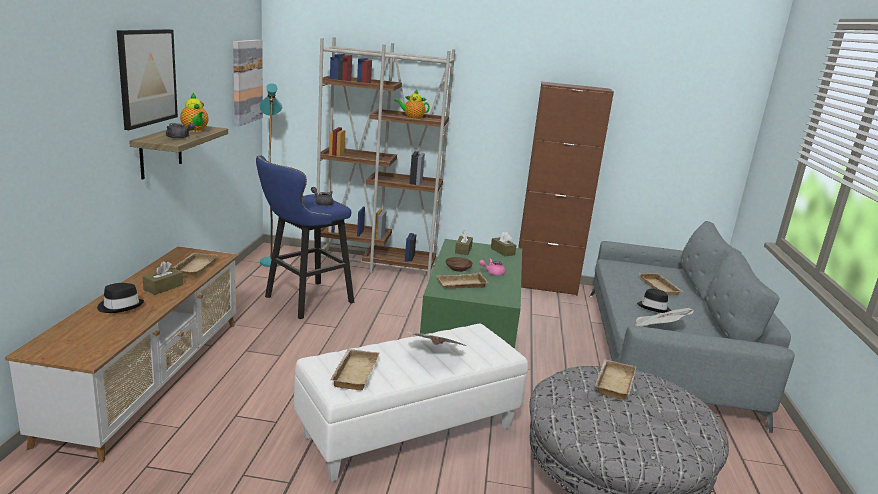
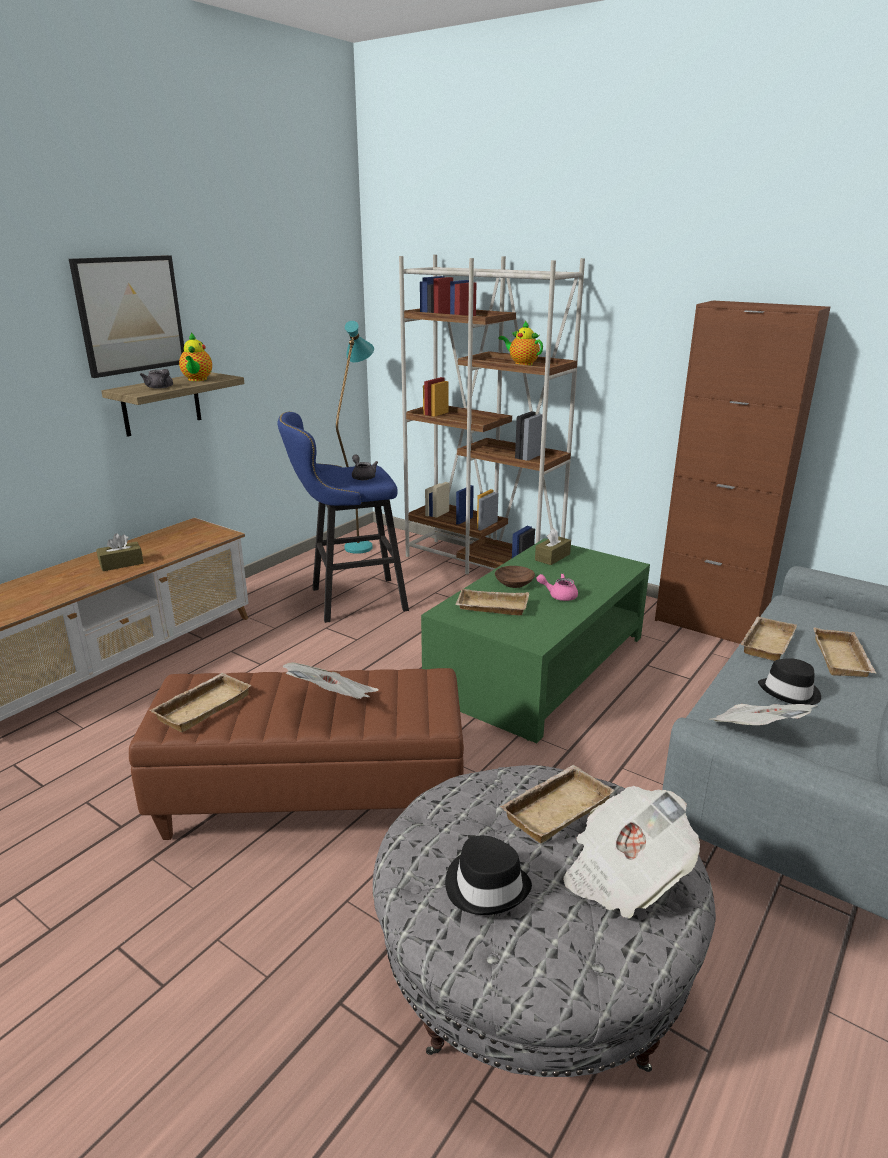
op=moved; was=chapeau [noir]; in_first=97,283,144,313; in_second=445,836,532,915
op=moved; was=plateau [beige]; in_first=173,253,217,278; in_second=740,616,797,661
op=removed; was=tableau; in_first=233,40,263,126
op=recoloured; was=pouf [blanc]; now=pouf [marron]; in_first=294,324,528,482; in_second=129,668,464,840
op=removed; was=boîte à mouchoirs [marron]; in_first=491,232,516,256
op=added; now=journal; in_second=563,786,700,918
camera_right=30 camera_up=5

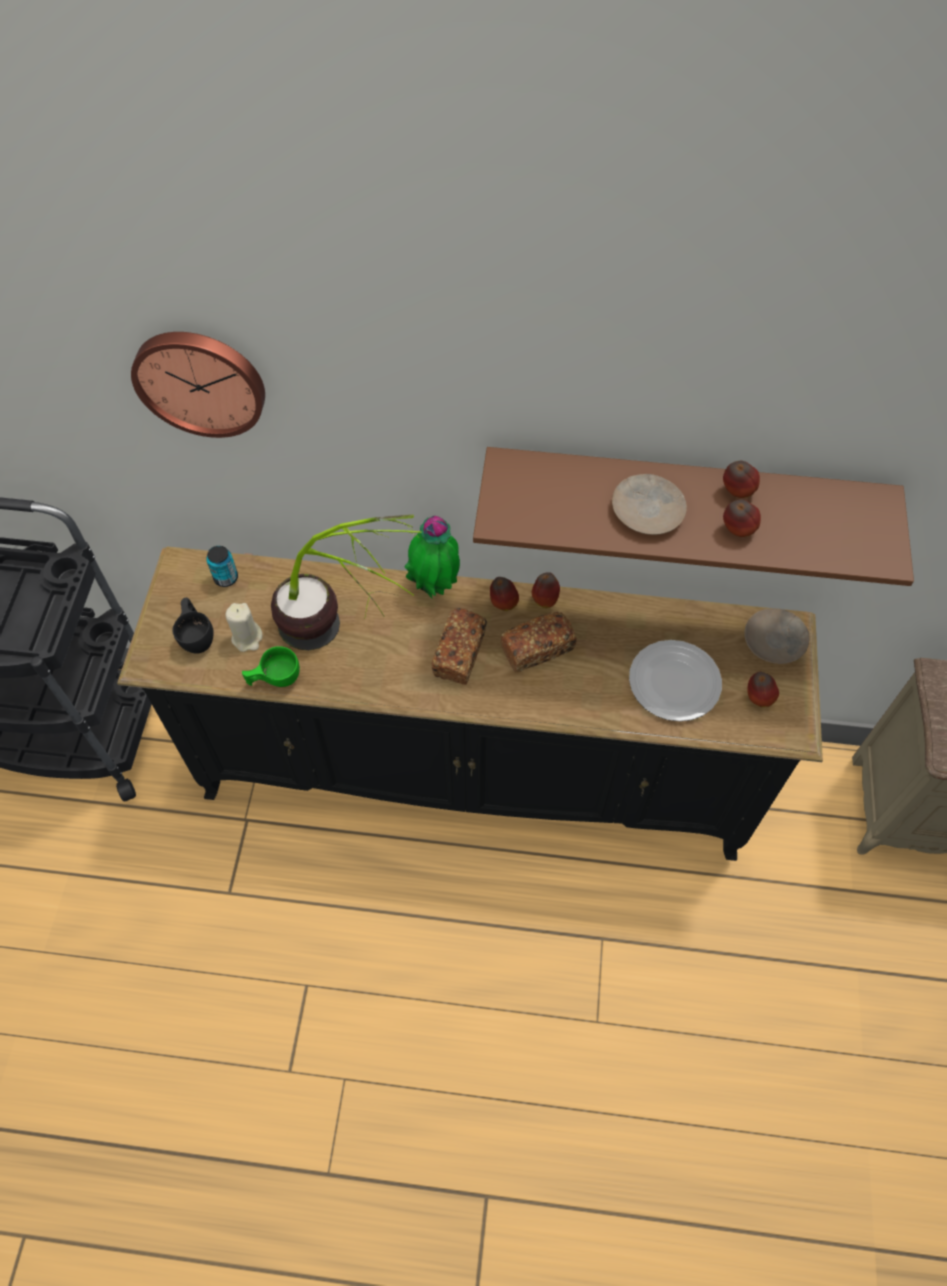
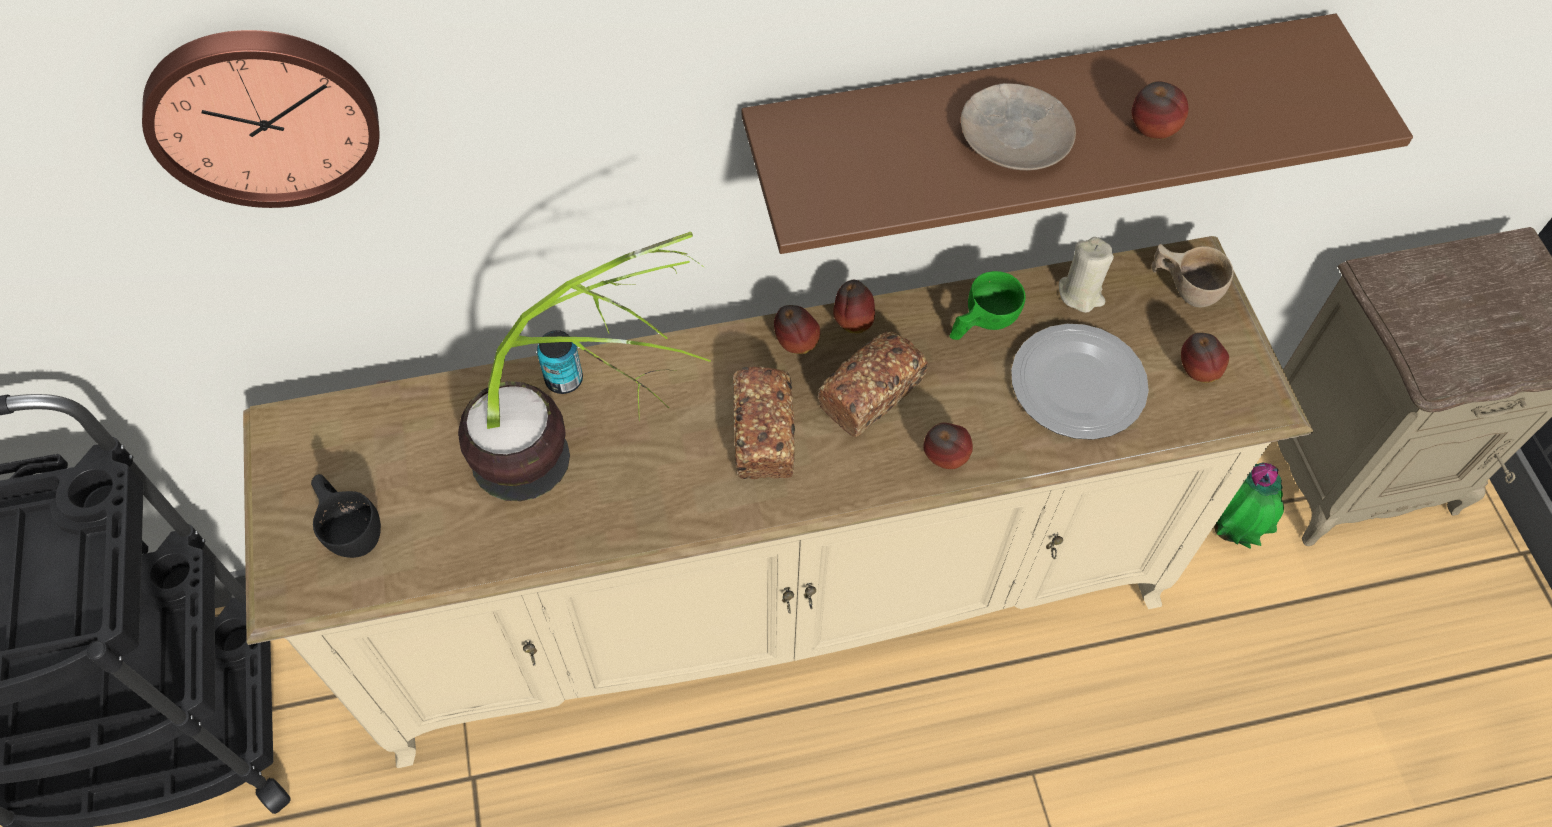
op=recoloured; was=meuble de rangement [noir]; now=meuble de rangement [beige]; in_first=117,546,823,861; in_second=243,236,1313,768
op=moved; was=boîte métallique; in_first=206,546,238,587; in_second=537,330,583,394
op=moved; was=bougie [beige]; in_first=226,603,263,652; in_second=1059,237,1114,313
op=moved; was=tasse [vert]; in_first=242,646,300,687; in_second=949,271,1025,340
op=moved; was=plante en pot; in_first=404,516,460,599; in_second=1214,463,1284,549
op=moved; was=pomme; in_first=723,461,760,498; in_second=923,423,973,469
op=replaced; was=assiette [beige]; now=tasse [beige]; in_first=744,608,809,664; in_second=1152,244,1234,307
camera_right=-20 camera_up=0

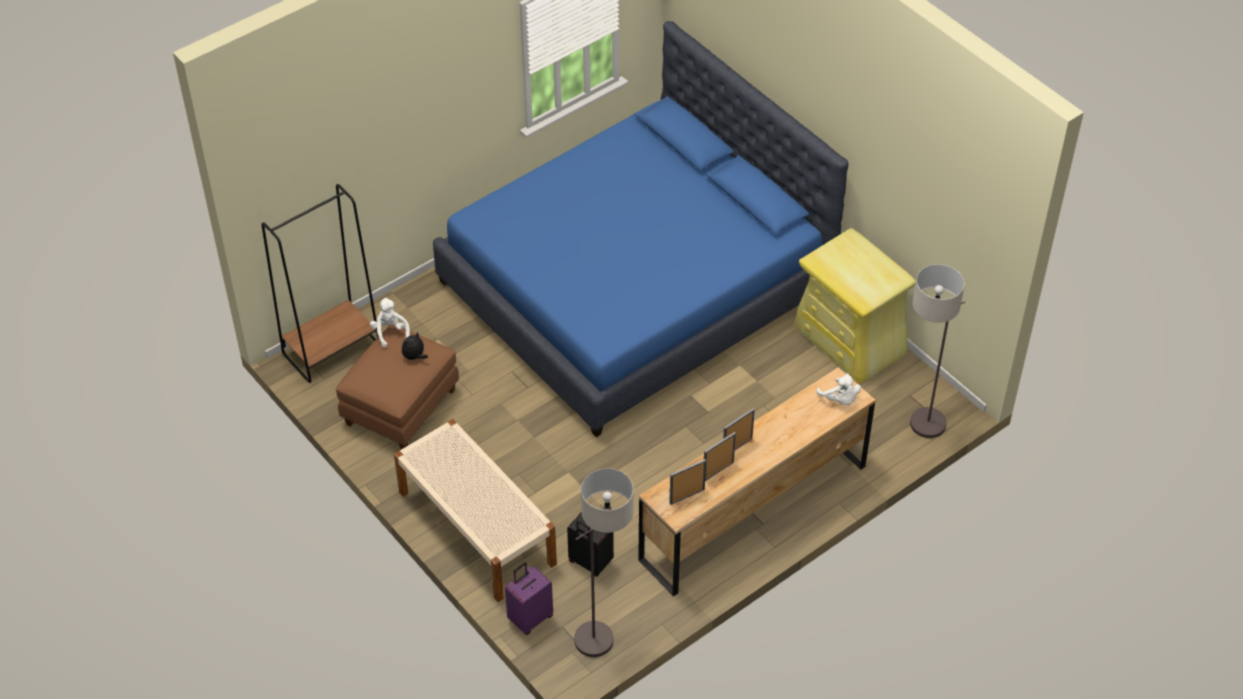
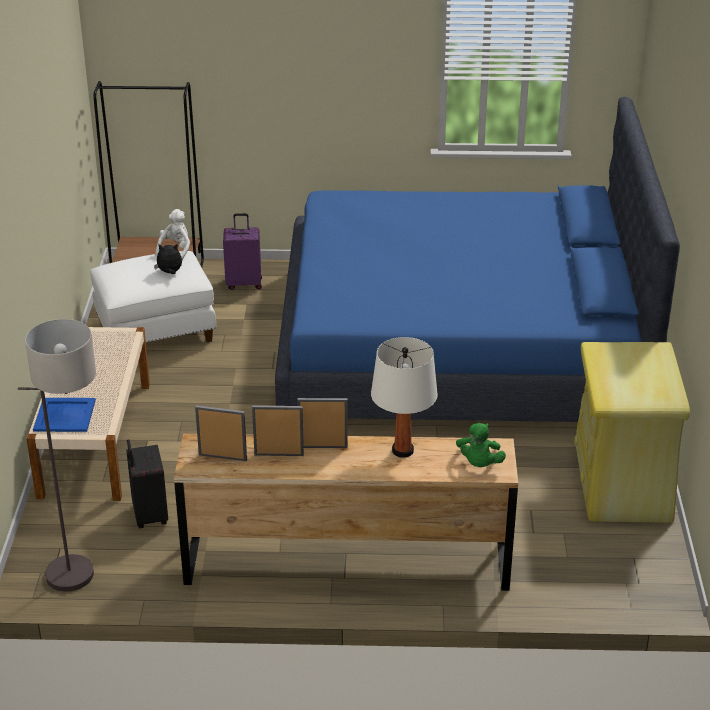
op=recoloured; was=pouf [marron]; now=pouf [blanc]; in_first=336,324,459,450; in_second=90,251,216,354
op=moved; was=valise [violet]; in_first=505,562,553,635; in_second=223,213,262,290
op=recoloured; was=peluche [blanc]; now=peluche [vert]; in_first=816,373,861,405; in_second=456,423,506,467
op=removed; was=lampadaire [gris]; in_first=910,264,965,438
op=added; now=plateau [bleu]; in_second=33,398,96,432
op=added; now=lampe de table [blanc]; in_second=371,337,437,458
camera_right=40 camera_up=-15

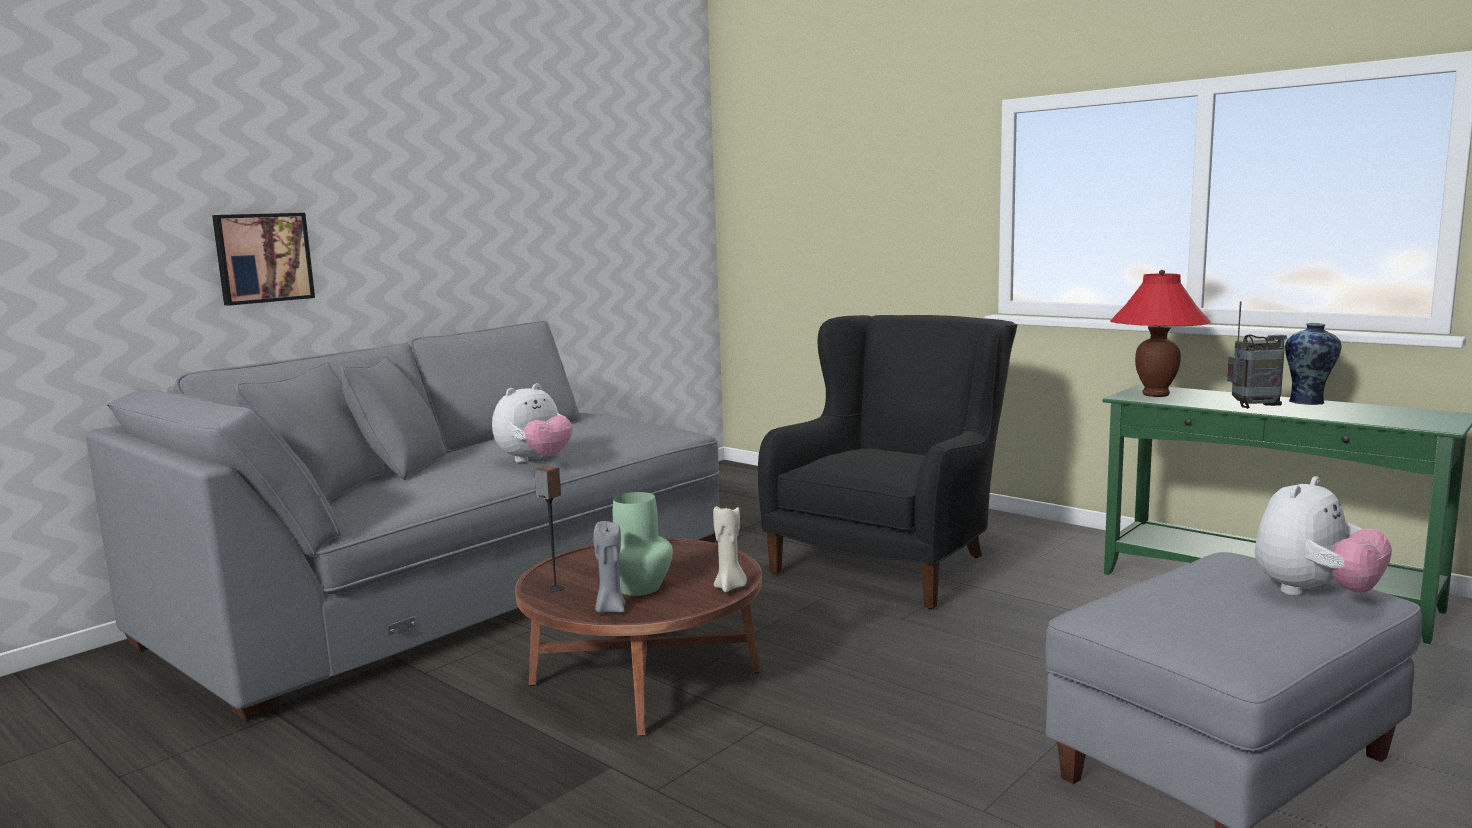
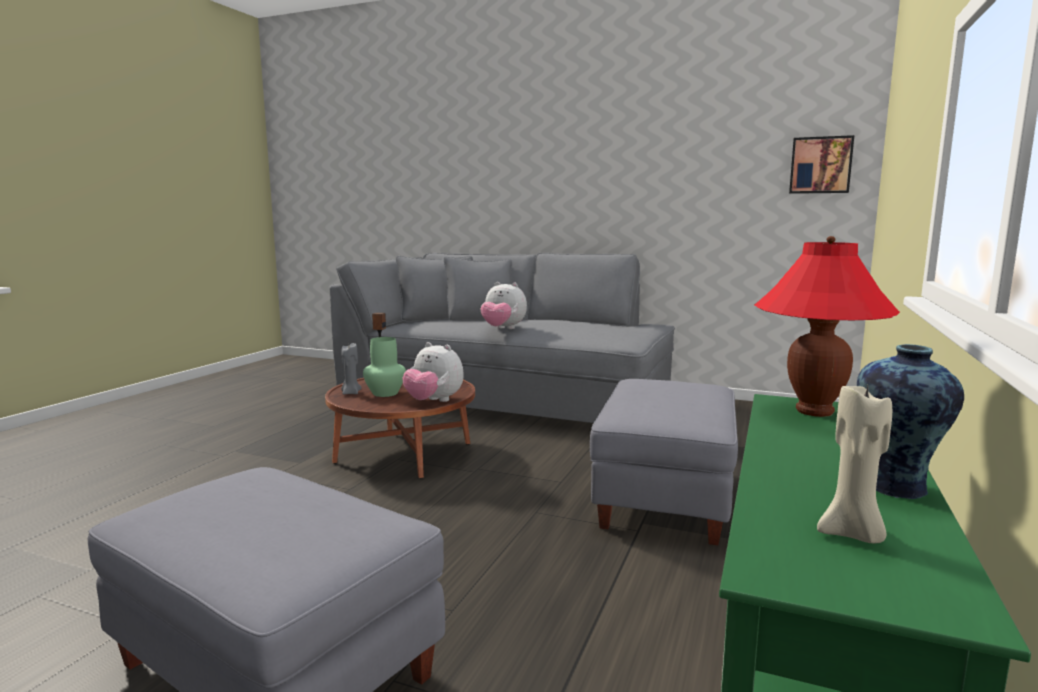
op=moved; was=tableau; in_first=212,213,315,306; in_second=789,135,854,194
op=moved; was=bougie [beige]; in_first=713,505,747,592; in_second=817,385,892,543
op=replaced; was=fauteuil [noir]; now=pouf [gris]; in_first=758,315,1018,609; in_second=590,379,738,545
op=removed; was=radio; in_first=1227,301,1287,409
op=moved; was=peluche; in_first=1255,476,1392,596; in_second=402,342,464,402
camera_right=70 camera_up=0

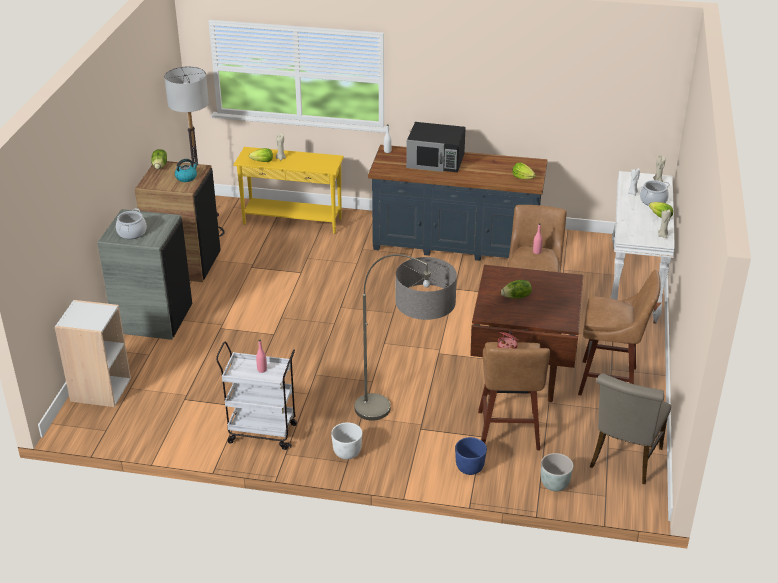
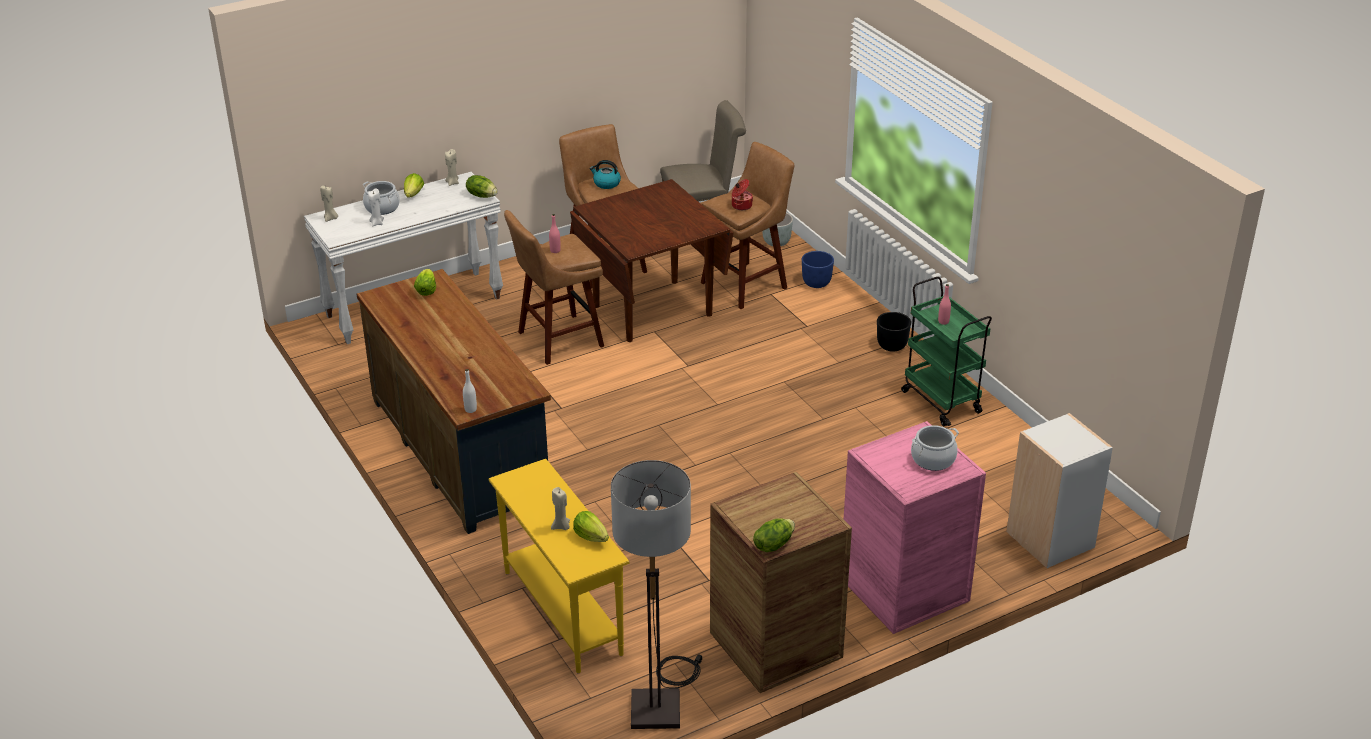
op=recoloured; was=meuble de rangement [gris]; now=meuble de rangement [rose]; in_first=97,209,192,340; in_second=844,421,986,634
op=moved; was=bouilloire; in_first=175,159,198,182; in_second=590,160,621,189
op=recoloured; was=chariot [blanc]; now=chariot [vert]; in_first=216,342,297,450; in_second=901,277,992,426
op=recoloured; was=cache-pot [blanc]; now=cache-pot [noir]; in_first=331,422,362,459; in_second=877,312,911,352
op=removed; was=lampadaire; in_first=355,254,457,421
op=removed; was=micro-ondes [noir]; in_first=406,122,466,172
op=moved; was=laitue; in_first=501,280,532,299; in_second=466,175,498,198
camera_right=-130 camera_up=0

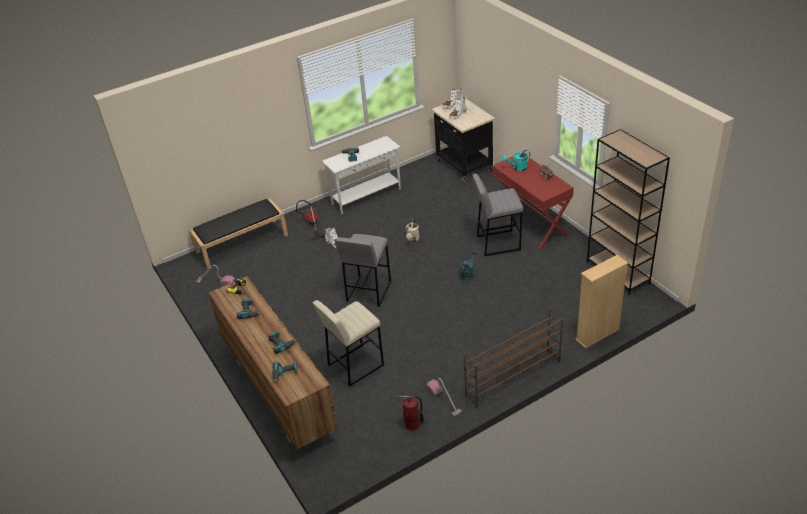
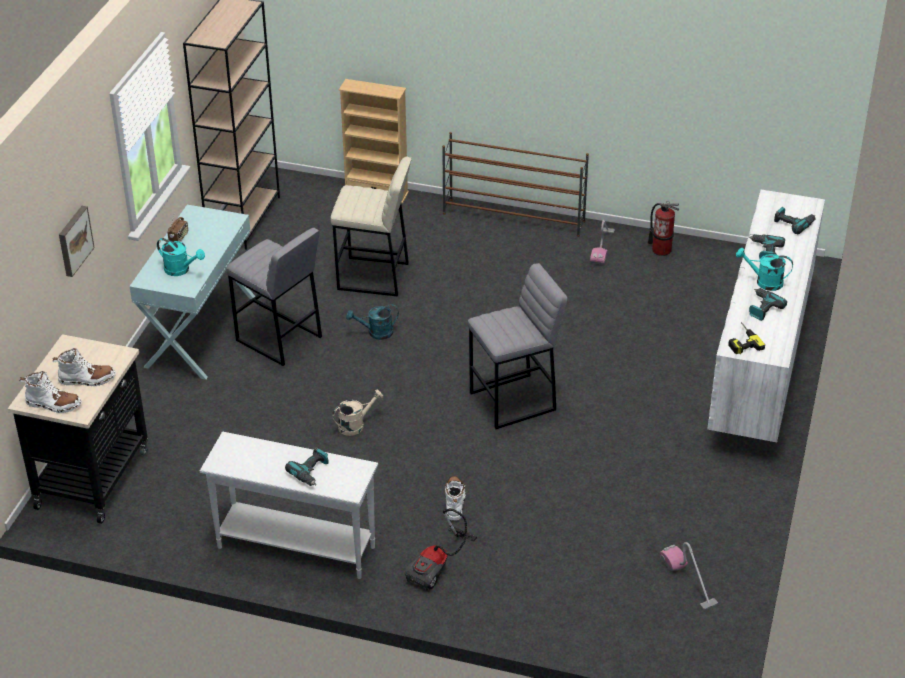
op=removed; was=banc [noir]; in_first=189,198,288,269
op=recoloured; was=meuble de rangement [marron]; now=meuble de rangement [blanc]; in_first=208,276,338,450; in_second=707,190,825,442
op=moved; was=tabouret [beige]; in_first=313,300,384,386; in_second=331,156,412,297
op=recoloured; was=bureau [rouge]; now=bureau [turquoise]; in_first=492,156,574,249; in_second=129,205,255,380
op=added; now=tableau; in_second=59,206,95,277
op=added; now=arrosoir [turquoise]; in_second=736,248,793,291
camera_right=-135 camera_up=0

